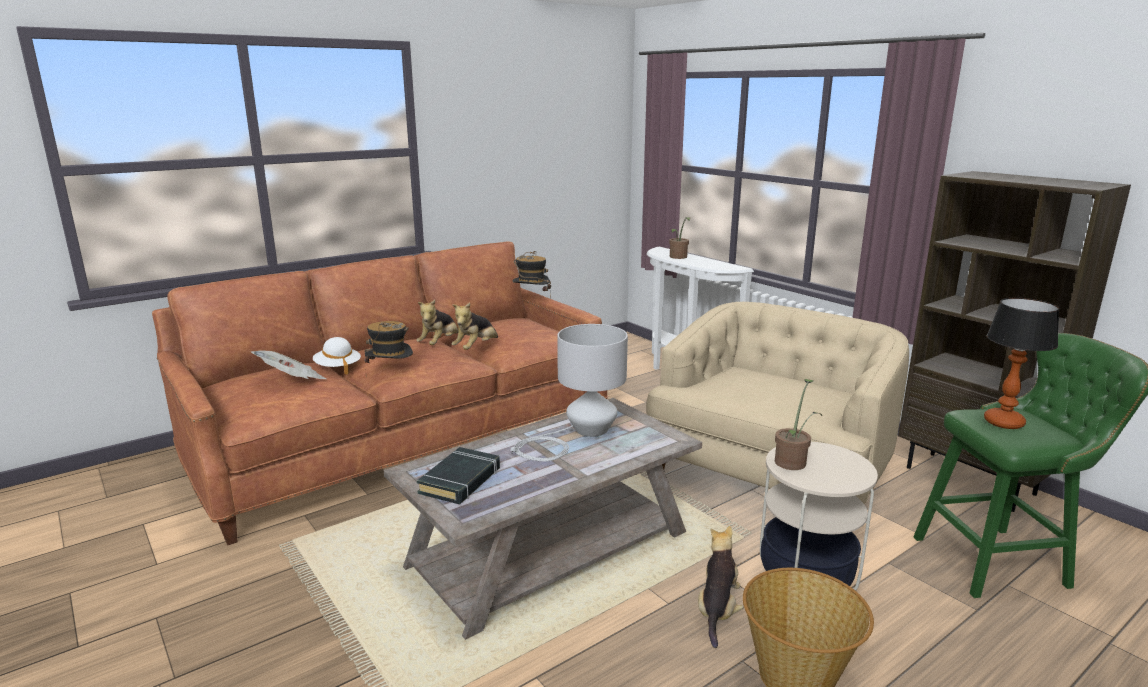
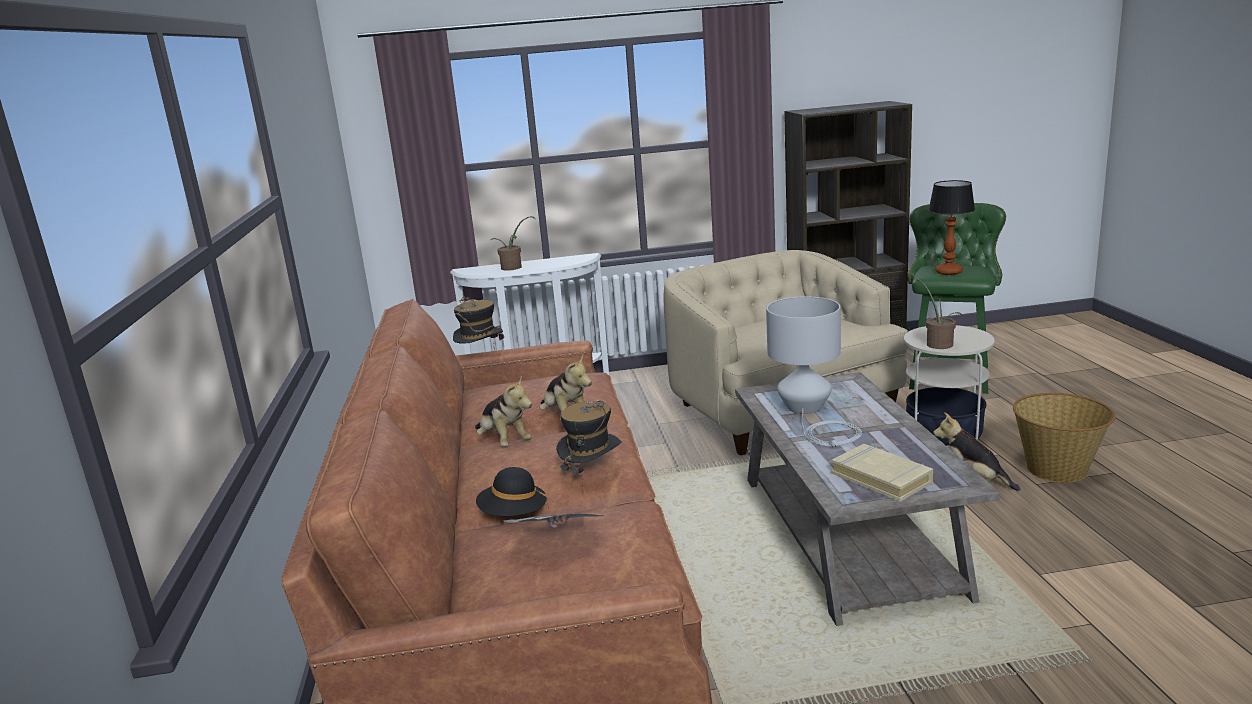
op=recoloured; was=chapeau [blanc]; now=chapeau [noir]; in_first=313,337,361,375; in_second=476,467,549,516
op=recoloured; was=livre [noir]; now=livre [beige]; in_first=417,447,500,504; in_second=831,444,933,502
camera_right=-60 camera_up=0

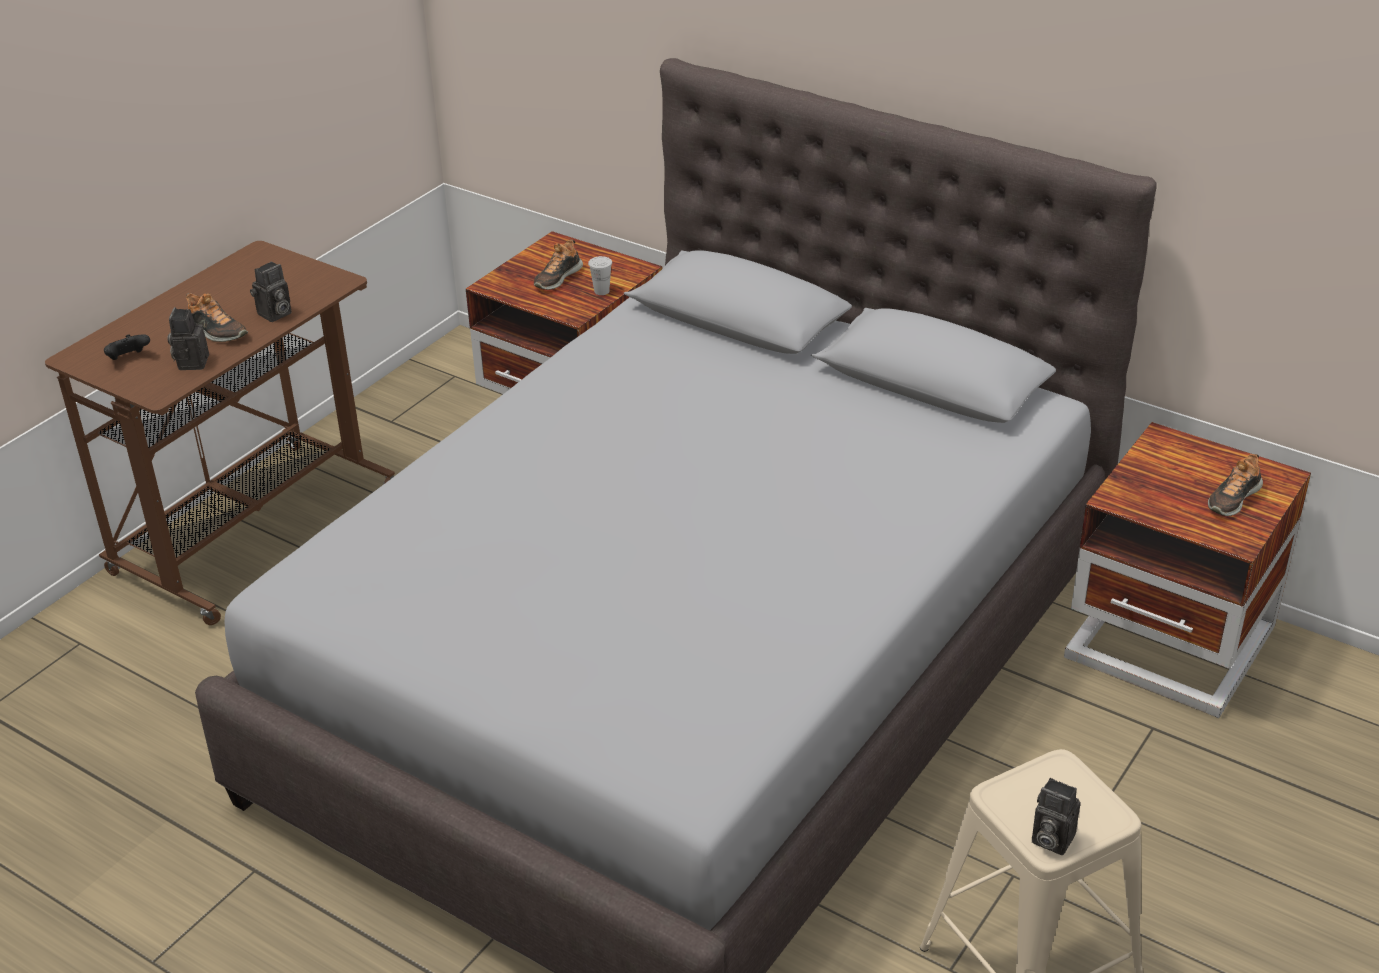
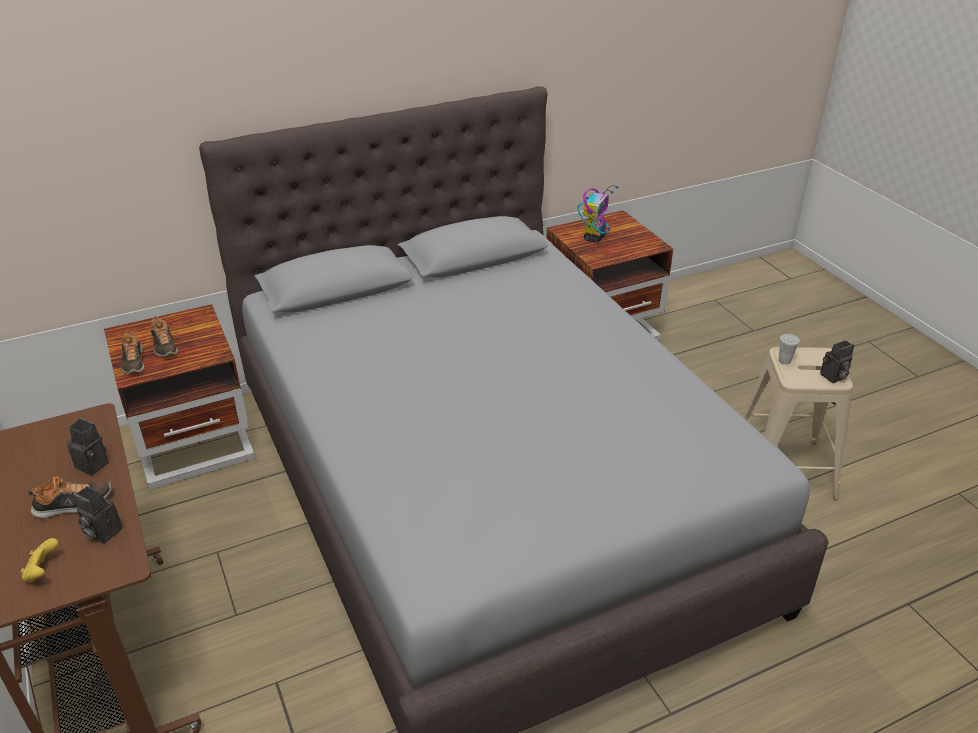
op=recoloured; was=manette [noir]; now=manette [jaune]; in_first=104,334,150,360; in_second=20,538,58,583
op=turned; was=appareil photo; in_first=250,262,292,322; in_second=67,417,109,475; clockwise=-45
op=moved; was=tasse [blanc]; in_first=588,256,612,295; in_second=779,334,800,365
op=moved; was=chaussure; in_first=1208,454,1263,516; in_second=121,330,144,374
op=added; now=robot jouet; in_second=578,186,619,243
camera_right=-60 camera_up=0

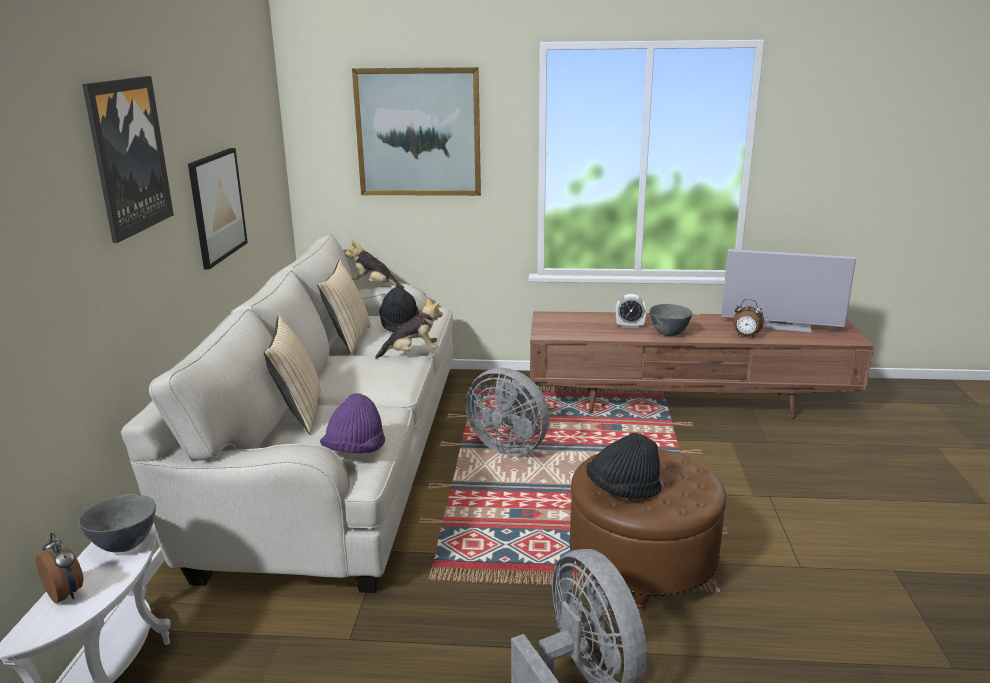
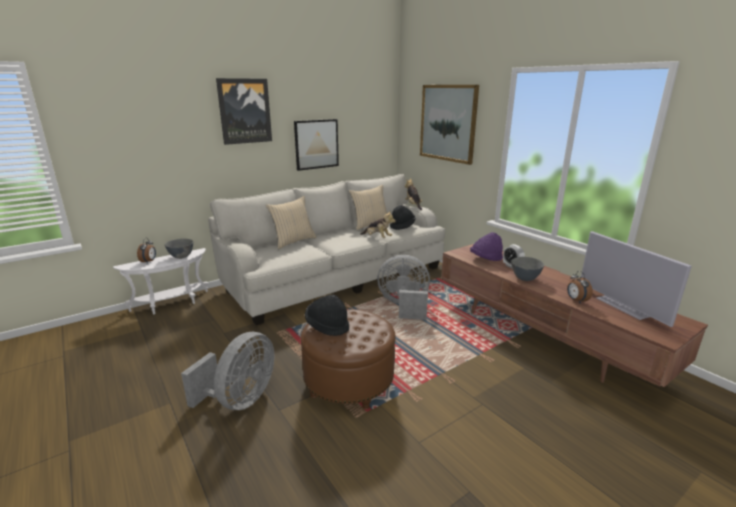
op=moved; was=chapeau [violet]; in_first=320,393,385,453; in_second=470,232,503,261
op=turned; was=ventilateur [gris]; in_first=466,368,550,456; in_second=377,255,430,320; clockwise=105
camera_right=50 camera_up=0

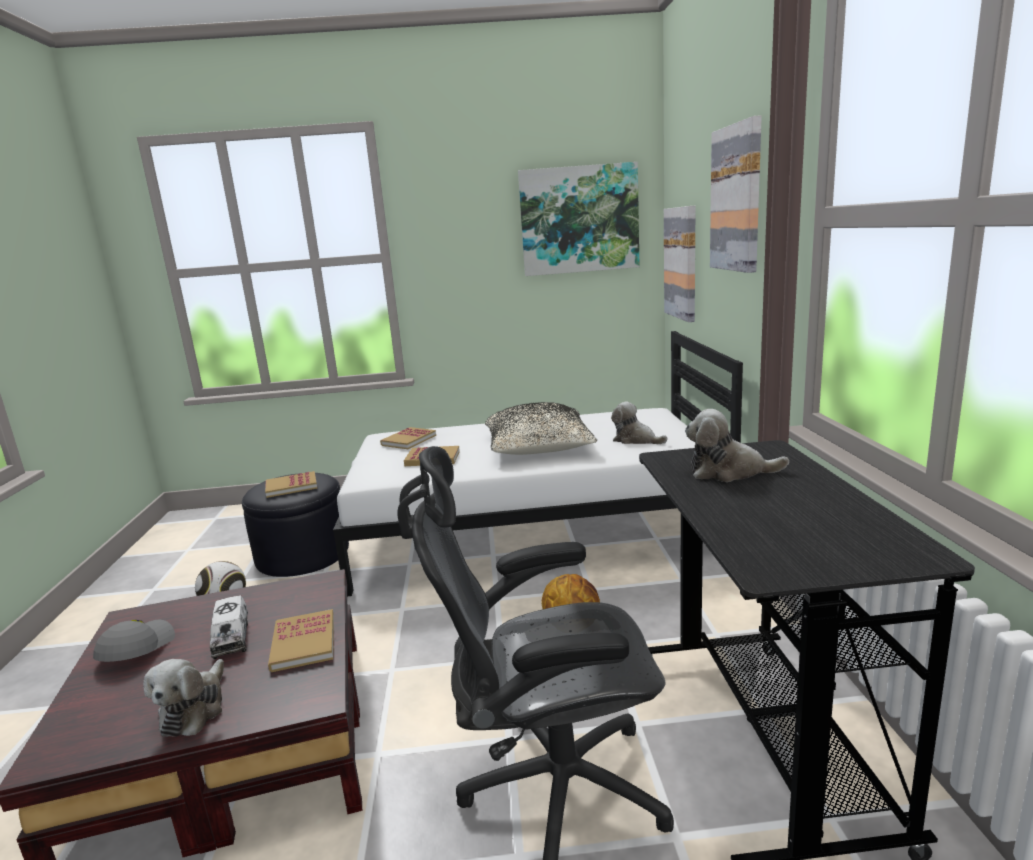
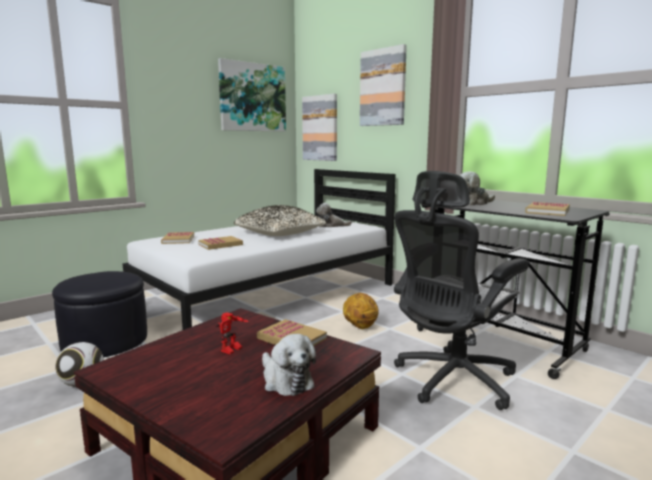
op=removed; was=casquette [gris]; in_first=93,619,175,662
op=replaced; was=camion jouet; now=robot jouet; in_first=210,595,248,659; in_second=216,312,249,354
op=moved; was=livre; in_first=265,471,317,498; in_second=525,202,570,216
camera_right=-40 camera_up=-5

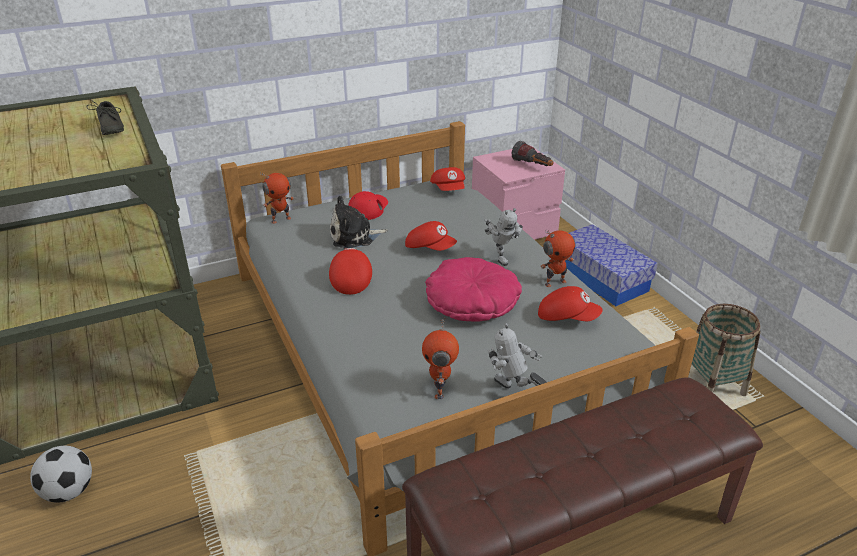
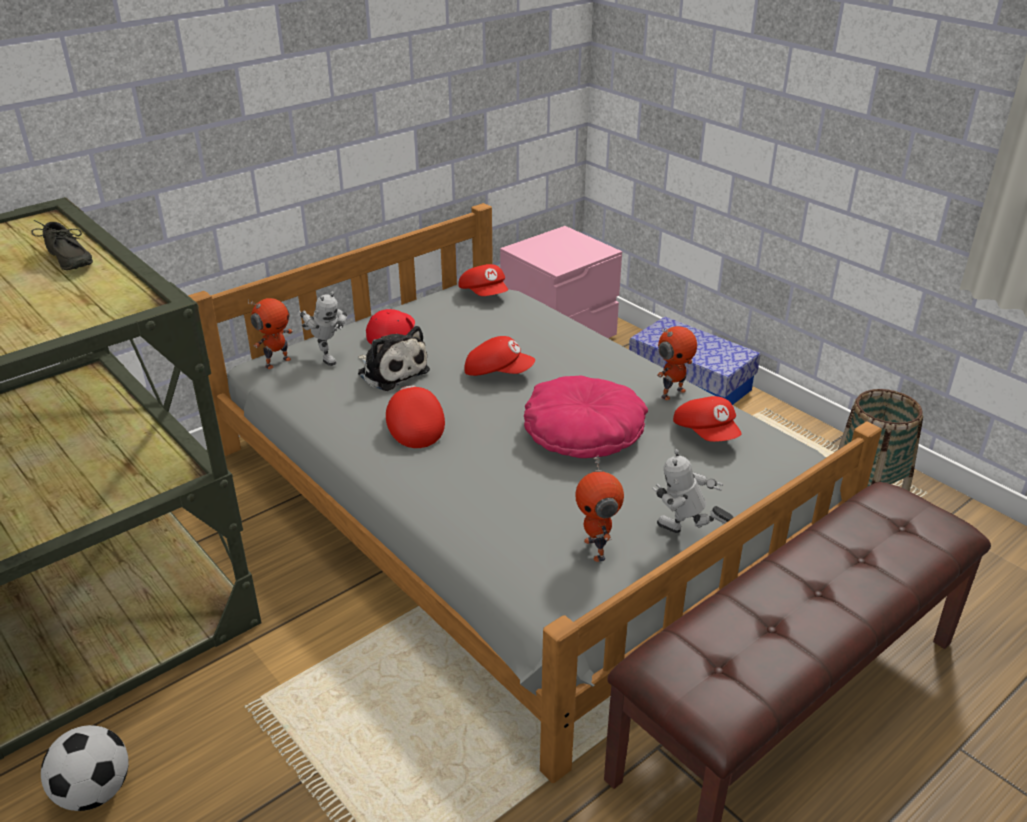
op=turned; was=peluche; in_first=330,195,388,249; in_second=358,326,430,391; clockwise=-105
op=moved; was=robot jouet; in_first=484,208,523,266; in_second=298,292,348,366
op=removed; was=lampe de poche; in_first=512,141,554,166
op=turned; was=casquette [rouge]; in_first=538,286,602,321; in_second=673,396,742,442; clockwise=60
camera_right=-15 camera_up=0

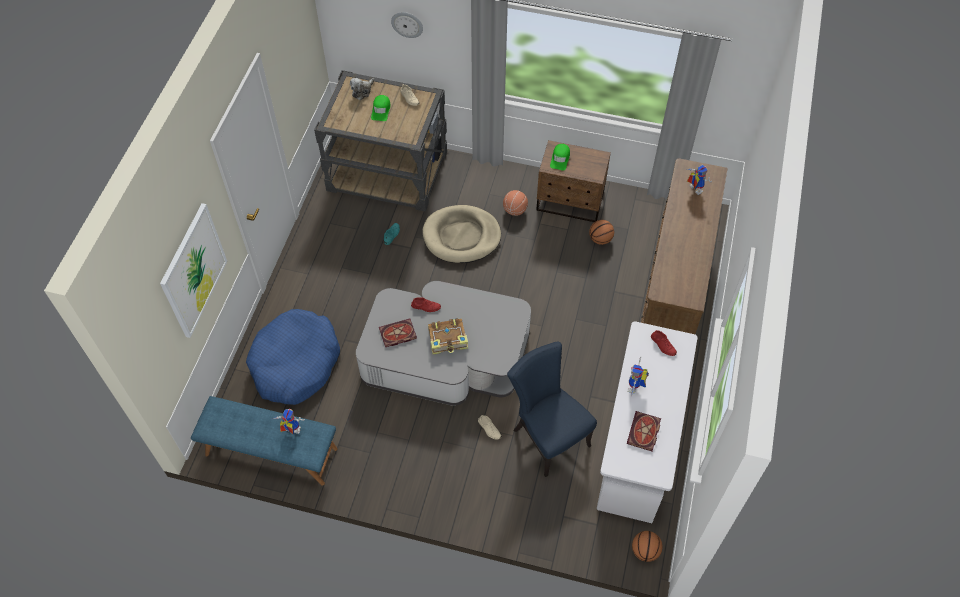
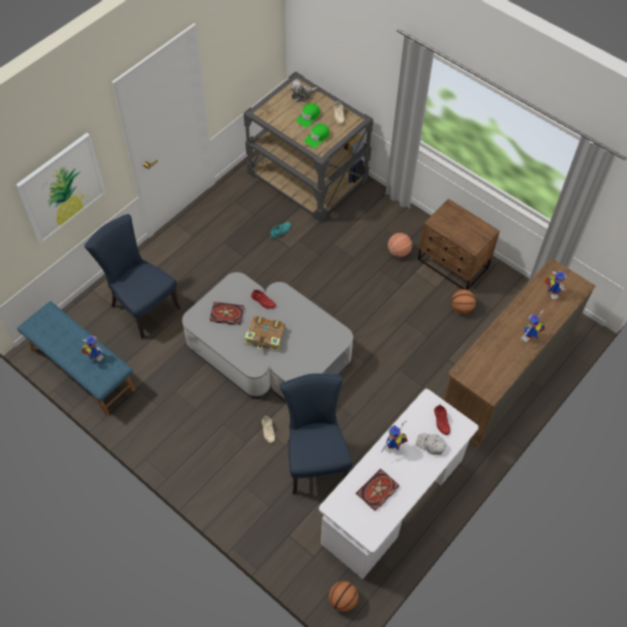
op=replaced; was=panier pour chien [bleu]; now=chaise [bleu]; in_first=246,309,340,405; in_second=84,214,181,339
op=removed; was=horloge murale; in_first=391,12,423,38
op=removed; was=panier pour chien [beige]; in_first=422,205,501,263
op=moved; was=casquette [vert]; in_first=550,144,570,170; in_second=304,124,329,148
op=added; now=casquette [blanc]; in_second=416,433,446,455
op=added; now=robot jouet; in_second=520,310,545,343
camera_right=25 camera_up=0

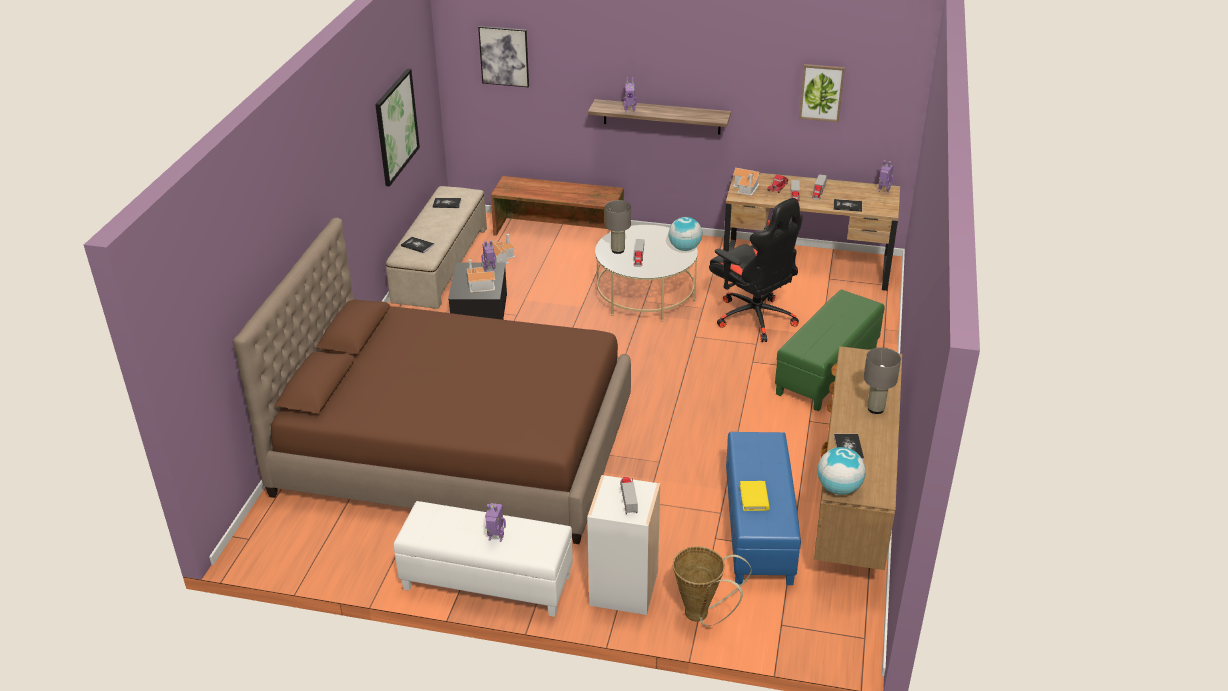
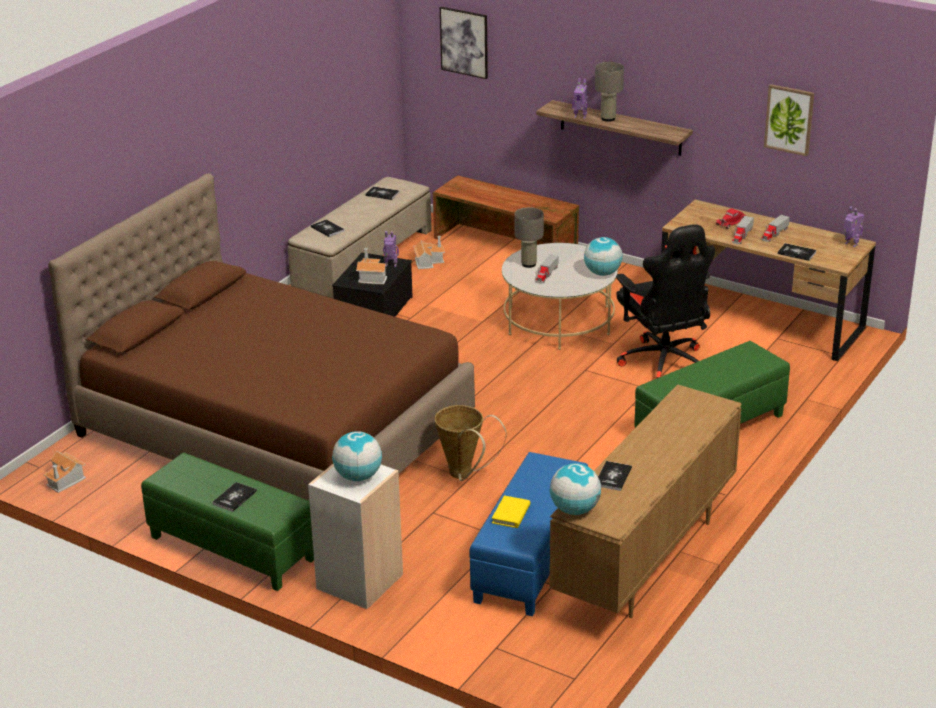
op=removed; was=tableau; in_first=375,69,420,186
op=recoloured; was=pouf [blanc]; now=pouf [vert]; in_first=393,501,573,617; in_second=141,453,314,591
op=replaced; was=robot jouet; now=livre; in_first=485,503,506,542; in_second=212,482,257,512
op=replaced; was=camion jouet; now=globe; in_first=620,477,638,514; in_second=332,431,382,481
op=moved; was=panier; in_first=673,546,752,626; in_second=435,405,507,481
op=moved; was=maison miniature; in_first=733,168,761,196; in_second=44,451,86,493
op=moved; was=lampe de table [gris]; in_first=864,347,901,414; in_second=595,62,624,122
camera_right=20 camera_up=-5

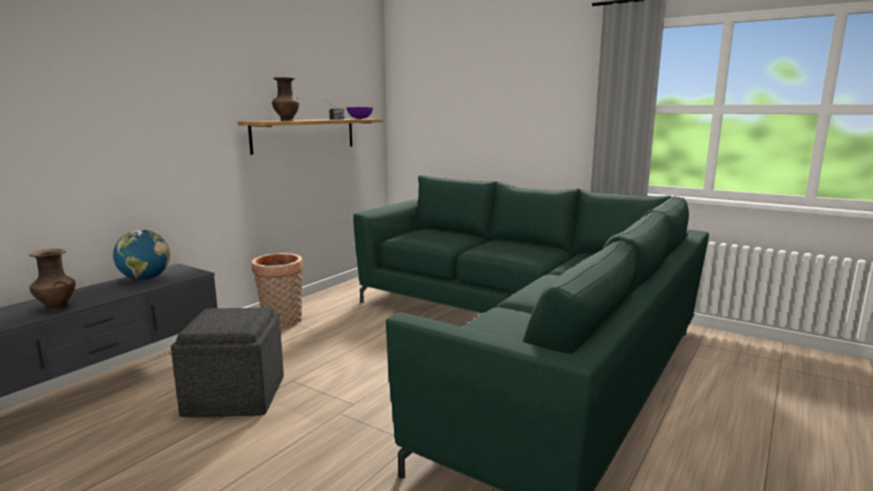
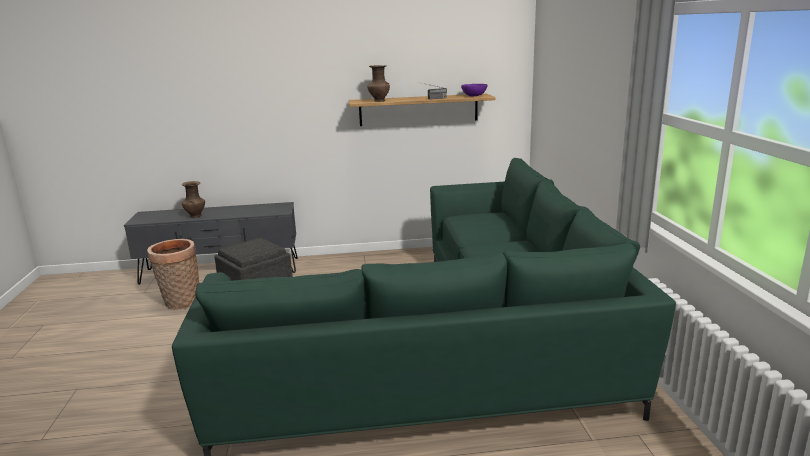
op=removed; was=globe; in_first=113,230,170,280
op=moved; was=panier; in_first=252,253,303,329; in_second=147,239,200,310
camera_right=50 camera_up=5

